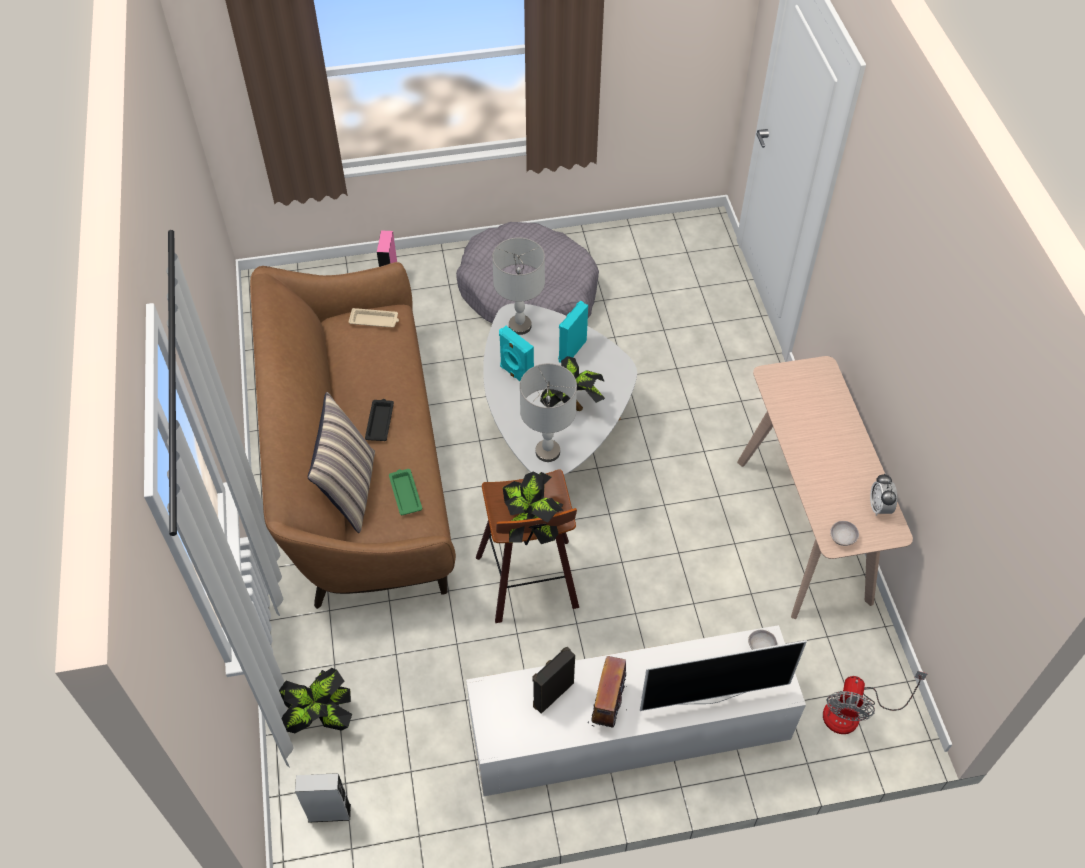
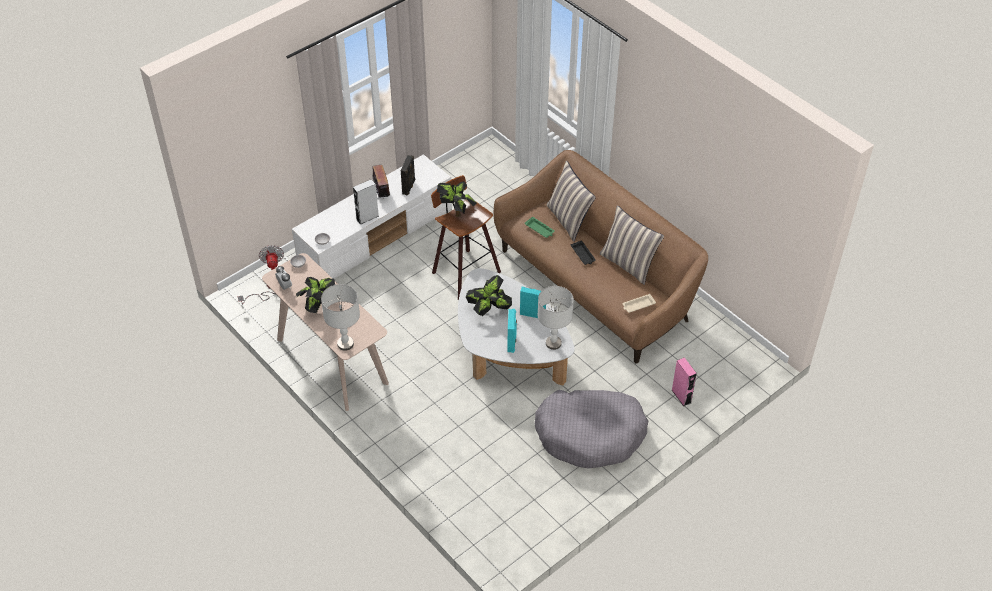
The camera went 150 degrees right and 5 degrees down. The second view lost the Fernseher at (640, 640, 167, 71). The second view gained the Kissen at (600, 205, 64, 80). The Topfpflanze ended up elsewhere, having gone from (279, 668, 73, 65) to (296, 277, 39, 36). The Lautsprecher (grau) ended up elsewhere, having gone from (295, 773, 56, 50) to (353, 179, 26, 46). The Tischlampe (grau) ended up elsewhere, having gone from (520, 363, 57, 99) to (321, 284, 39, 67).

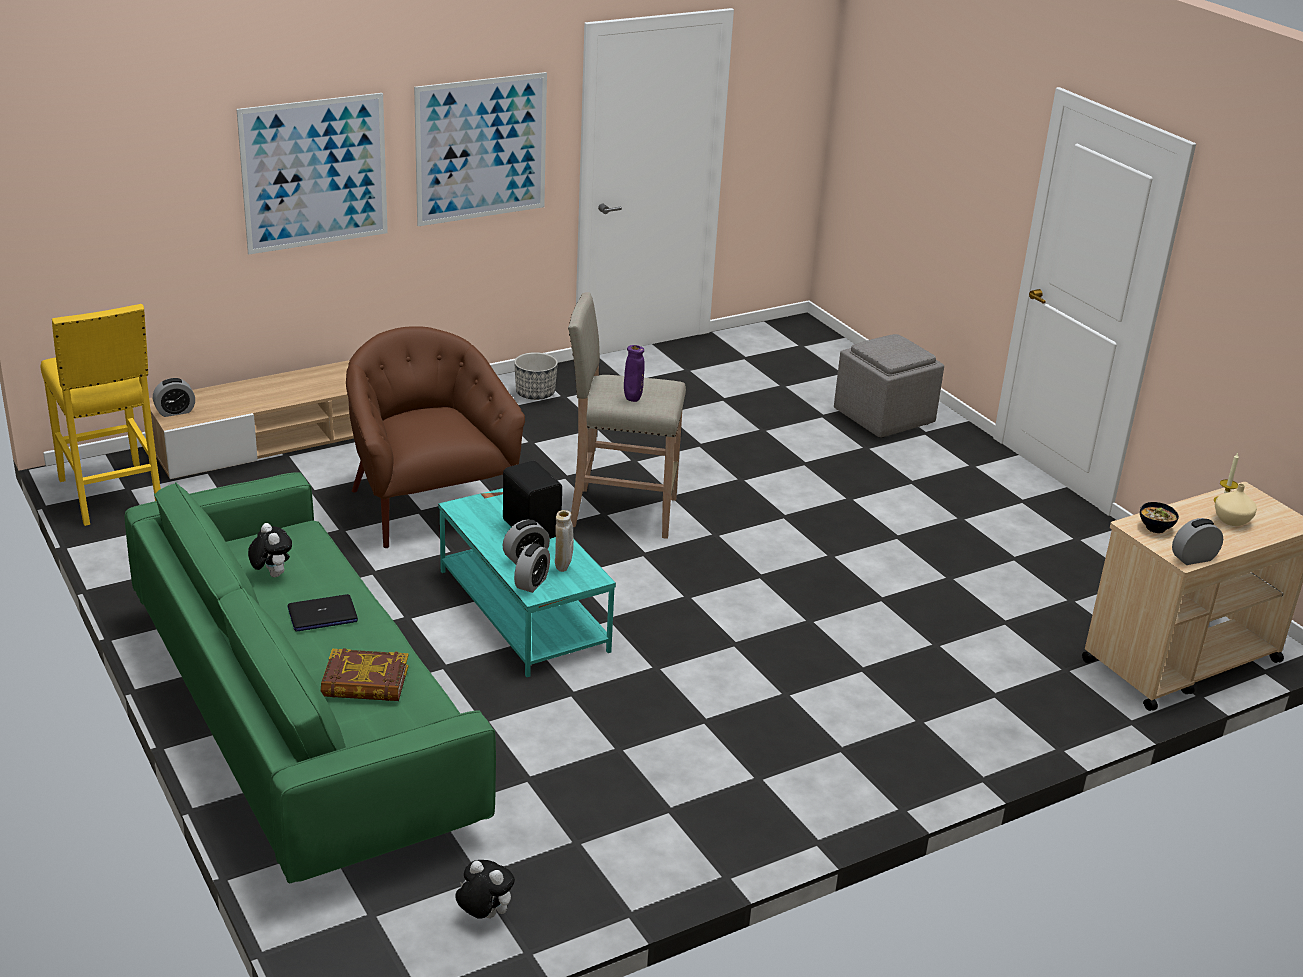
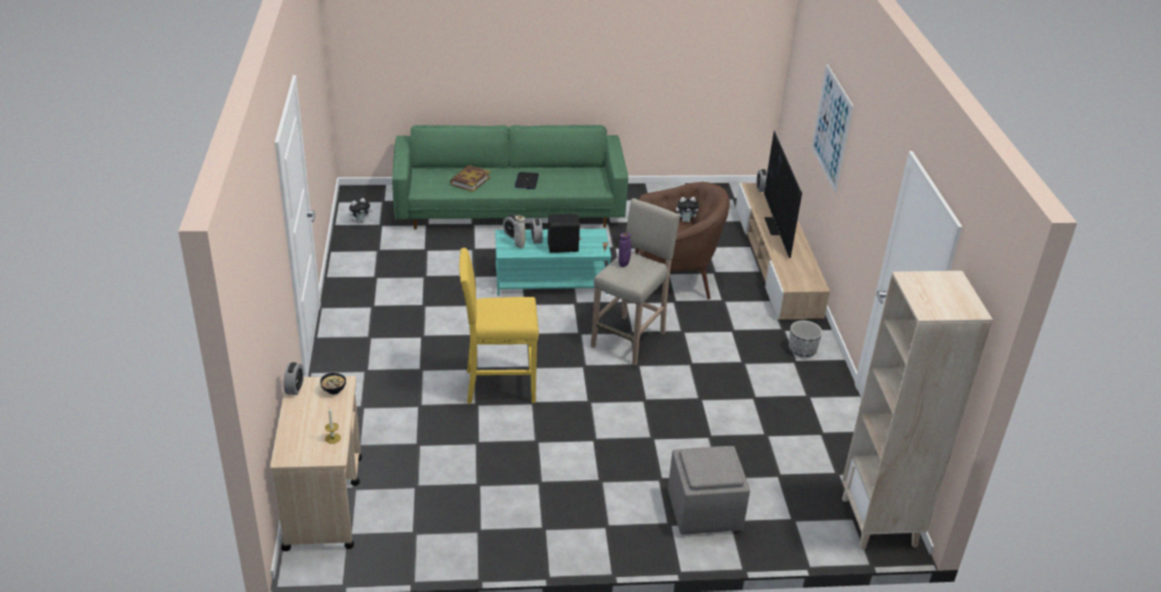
The camera went 115 degrees right and 5 degrees up. The second view lost the Bild at (414, 72, 133, 154). The second view lost the Vase (beige) at (1215, 483, 42, 43). The second view gained the Fernseher at (764, 131, 38, 127). The second view gained the Bücherregal (beige) at (842, 271, 151, 279). The Hocker (gelb) ended up elsewhere, having gone from (41, 304, 120, 222) to (459, 248, 80, 156). The Plüschtier ended up elsewhere, having gone from (248, 523, 44, 54) to (676, 197, 23, 25).

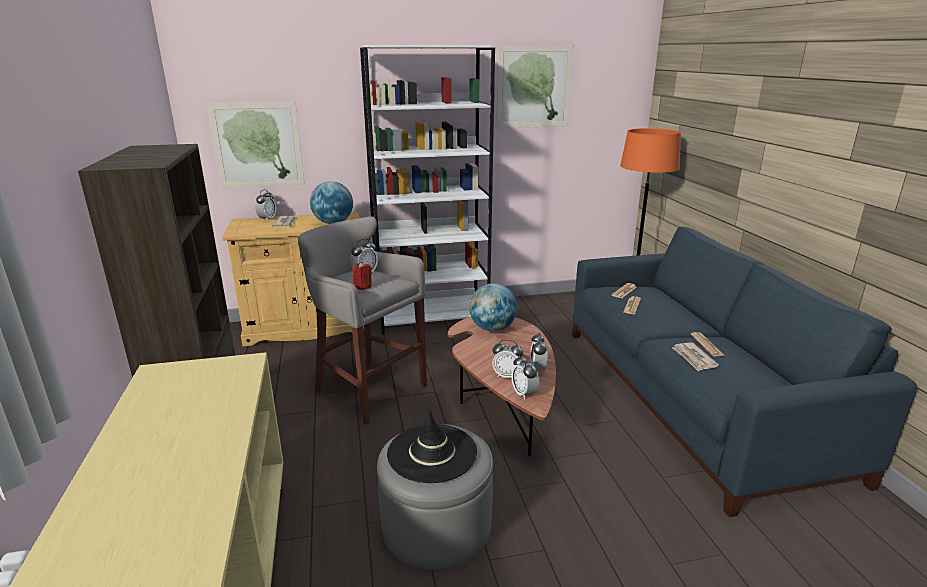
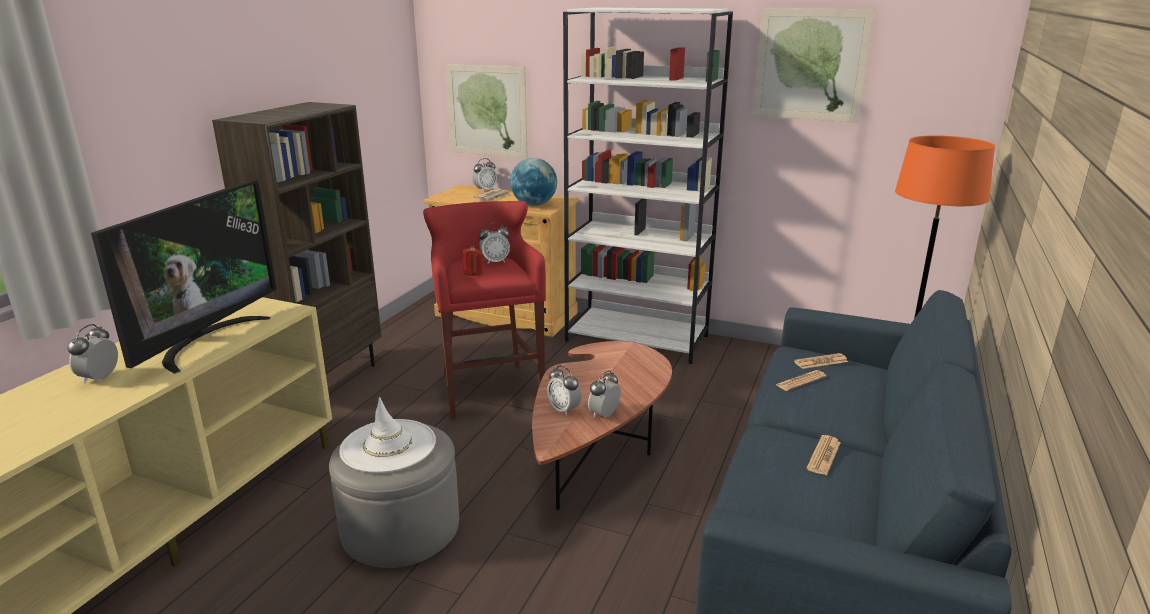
The camera went 35 degrees right and 0 degrees up. The second view lost the Globus at (469, 283, 48, 48). The second view lost the Zeitung at (672, 342, 47, 29). The second view gained the Fernseher at (91, 179, 186, 195). The Wecker ended up elsewhere, having gone from (511, 354, 28, 46) to (67, 324, 51, 60). What was the Hocker (grau) at (298, 216, 129, 208) turned into the Hocker (rot) at (423, 201, 123, 218). What was the Hut (schwarz) at (387, 409, 90, 74) turned into the Hut (weiß) at (339, 397, 97, 76).

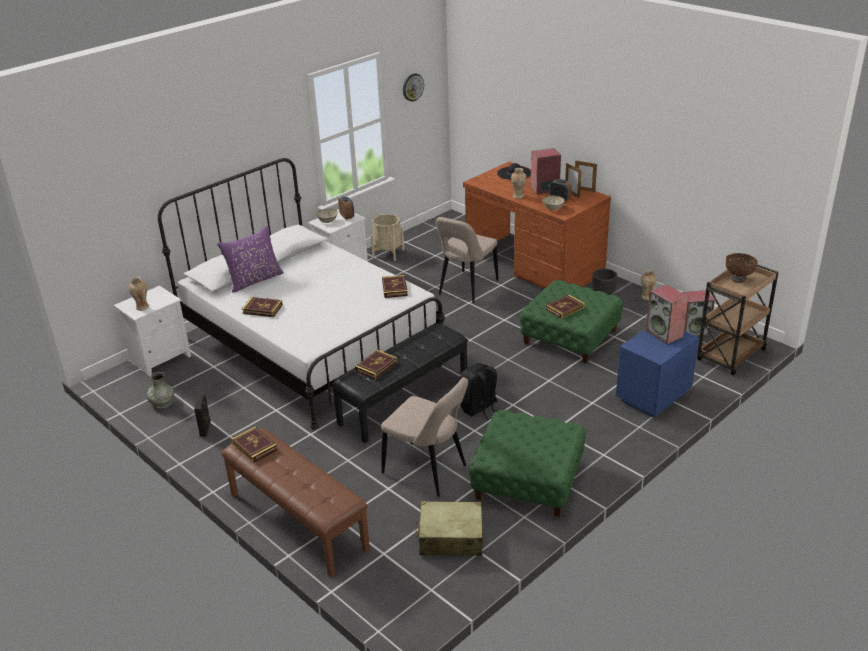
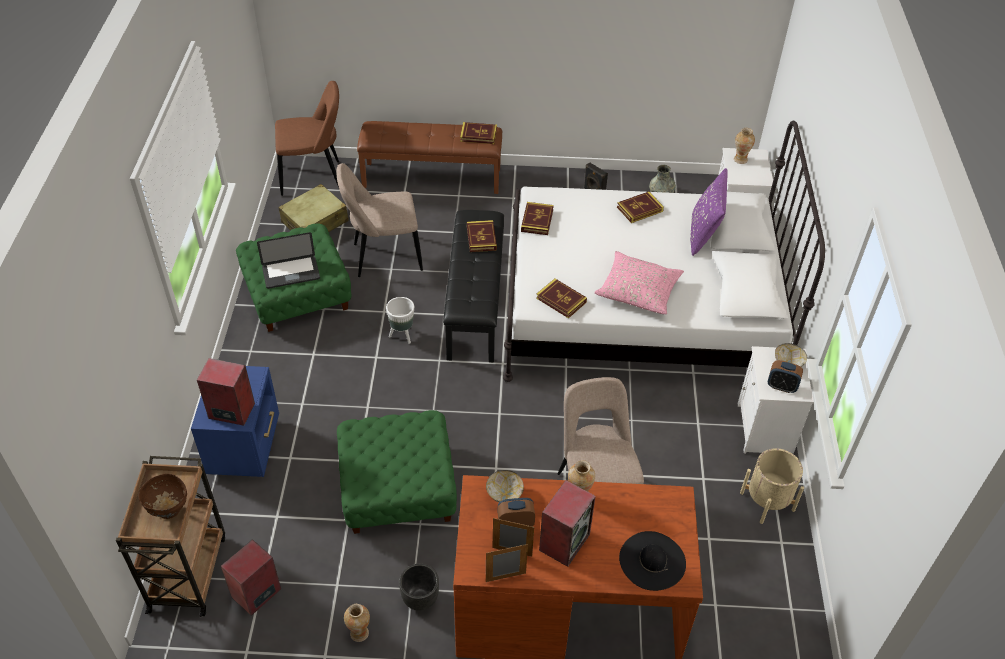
The camera went 135 degrees right and 15 degrees up. The second view lost the Wanduhr at (403, 73, 21, 29). The second view gained the Laptop at (257, 232, 63, 57). The second view gained the Stuhl (braun) at (275, 81, 64, 115). The second view gained the Kissen (rosa) at (594, 251, 90, 64). The Buch ended up elsewhere, having gone from (545, 294, 40, 25) to (521, 202, 33, 33). Where the Rucksack (schwarz) stood at (460, 363, 38, 57), the Pflanzkübel (weiß) came to stand at (386, 297, 28, 47).

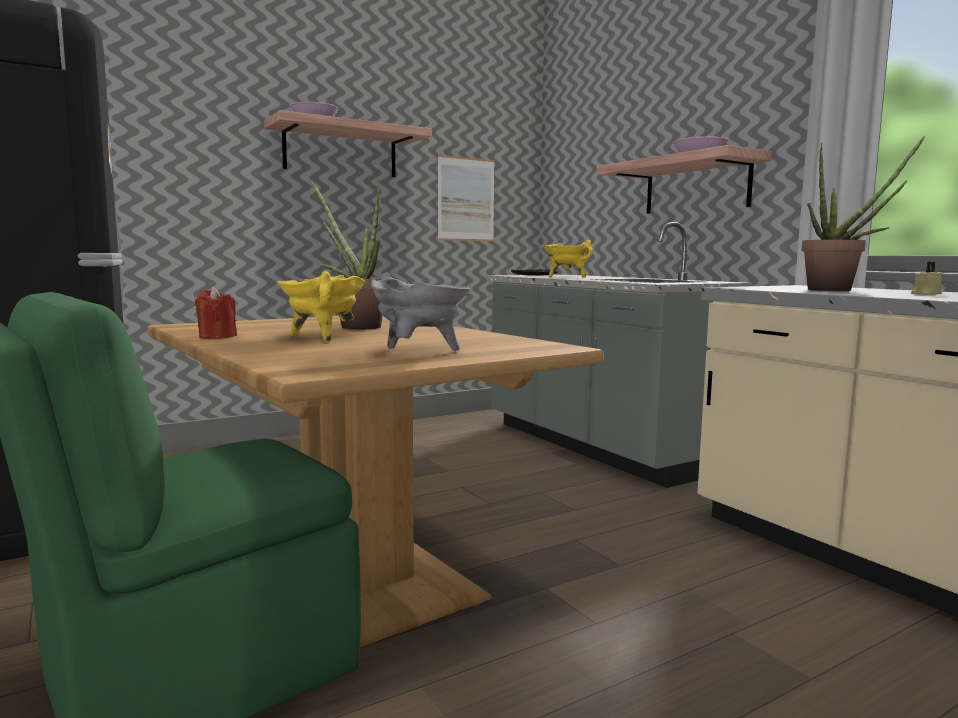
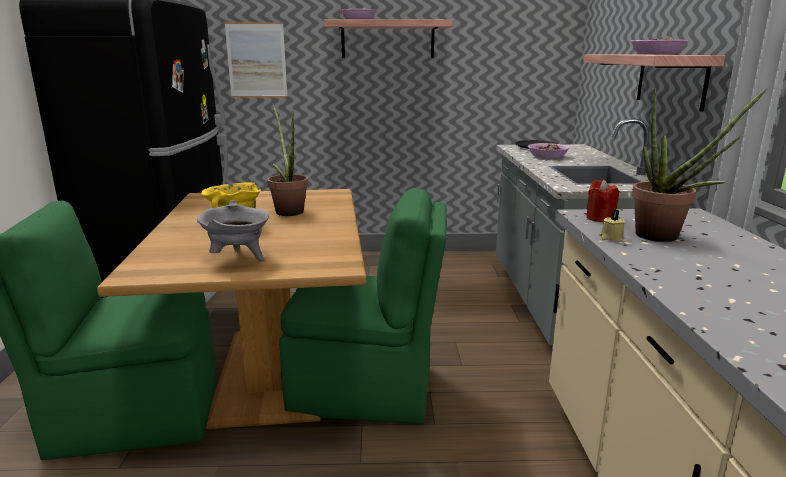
The camera went 30 degrees right and 10 degrees up. The second view gained the Stuhl (grün) at (279, 188, 168, 236). The Kerze (rot) ended up elsewhere, having gone from (195, 286, 42, 53) to (586, 180, 33, 42). The Bild ended up elsewhere, having gone from (438, 155, 57, 86) to (224, 22, 64, 76). The Kerze (beige) ended up elsewhere, having gone from (911, 262, 32, 32) to (600, 210, 25, 31). Where the Kochtopf (gelb) stood at (543, 240, 50, 38), the Schüssel came to stand at (528, 143, 42, 16).

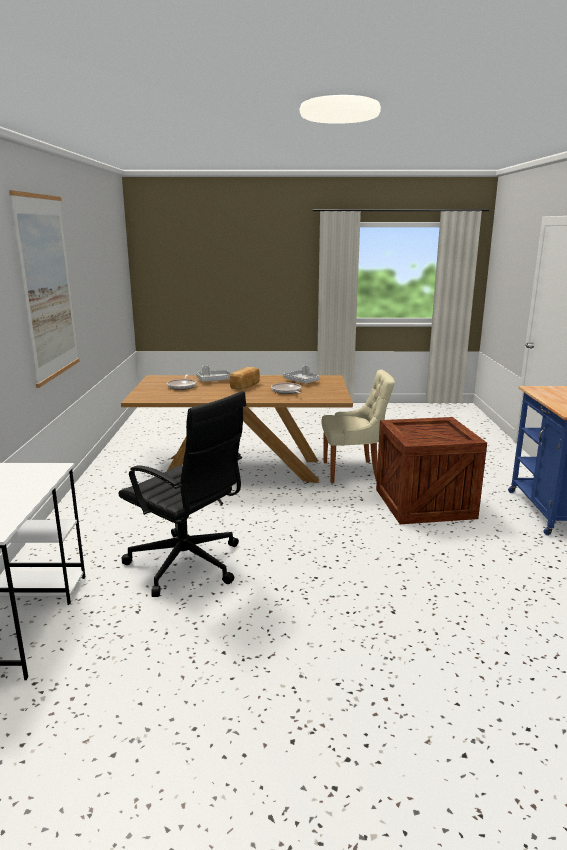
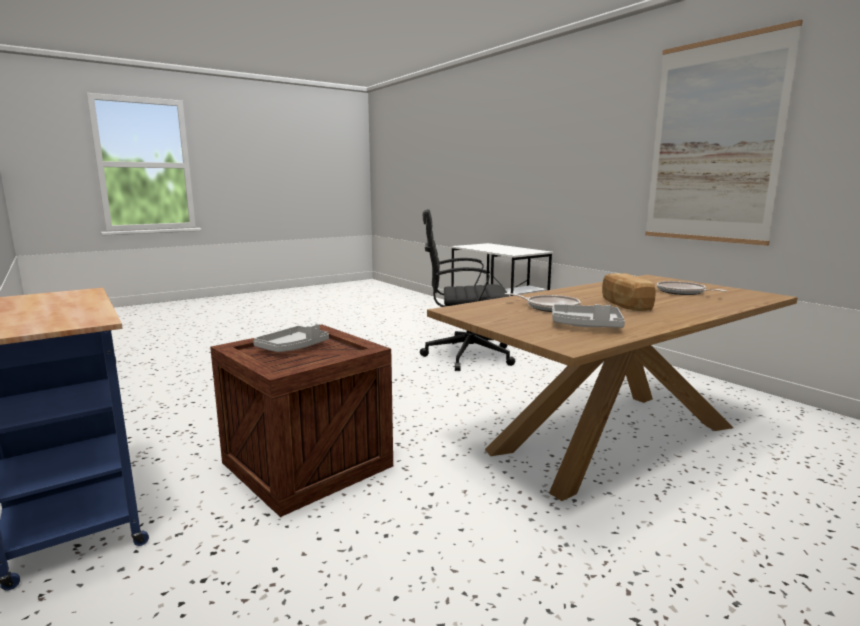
The camera went 145 degrees right and 5 degrees down. The second view lost the Stuhl (beige) at (321, 370, 74, 113). The Tablett (grau) ended up elsewhere, having gone from (196, 365, 35, 17) to (253, 324, 76, 28).

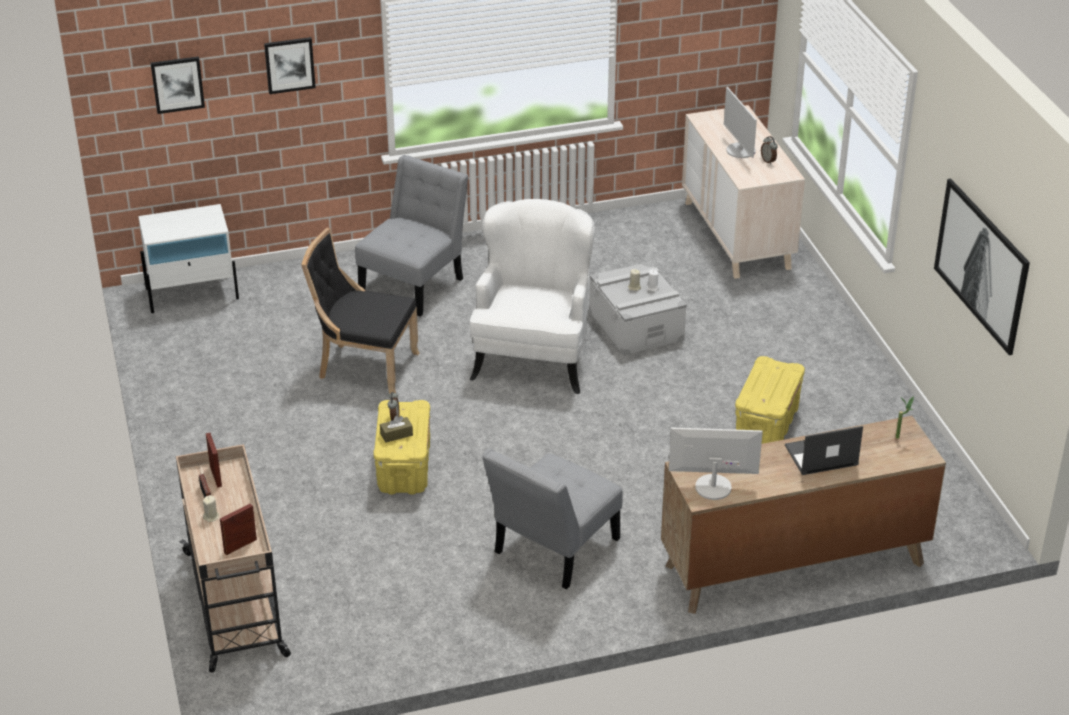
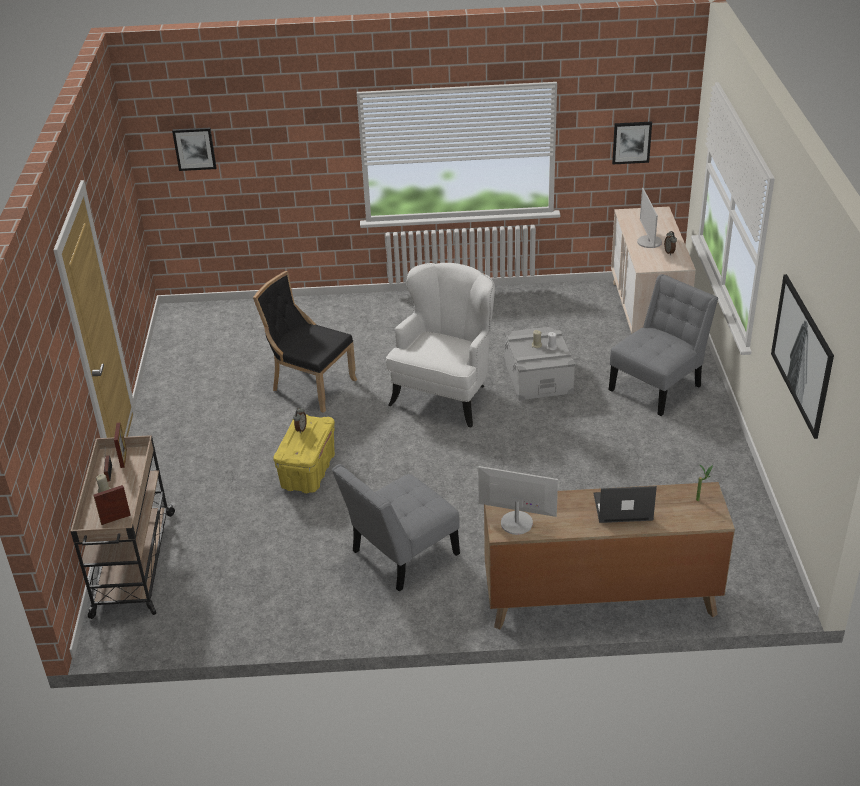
The camera went 15 degrees right and 0 degrees up. The second view lost the Nachttisch (weiß) at (138, 204, 101, 109). The second view lost the Taschentuchbox (braun) at (380, 416, 33, 27). The second view lost the Aufbewahrungsbox (gelb) at (735, 356, 70, 88). The Bild ended up elsewhere, having gone from (264, 37, 52, 57) to (612, 121, 40, 43). The Stuhl (grau) ended up elsewhere, having gone from (355, 155, 113, 162) to (609, 274, 109, 142).

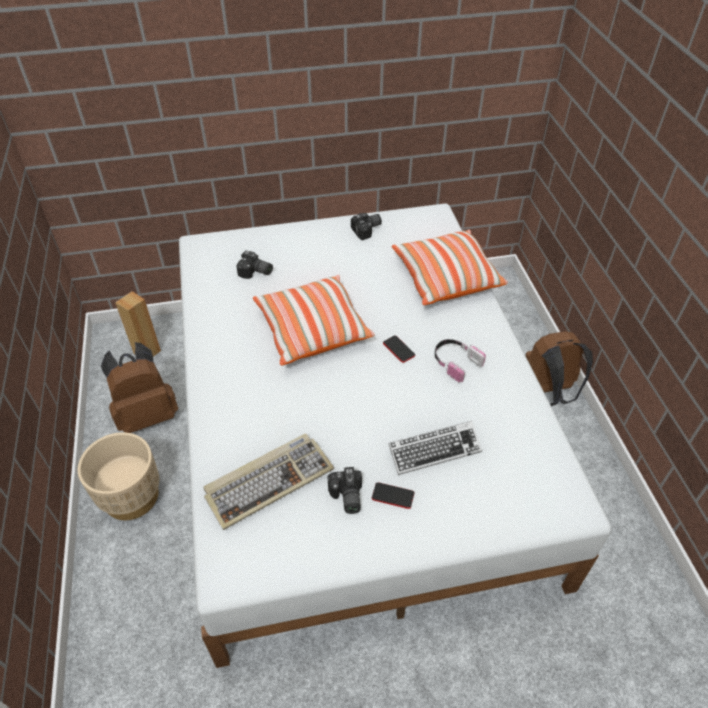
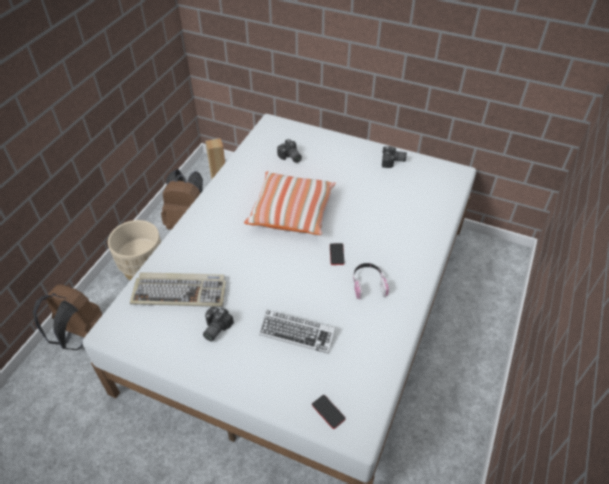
The camera went 35 degrees right and 0 degrees up. The second view lost the Kissen at (392, 229, 116, 76). The Handy ended up elsewhere, having gone from (372, 482, 43, 27) to (312, 395, 34, 34). The Rucksack (braun) ended up elsewhere, having gone from (525, 331, 68, 75) to (33, 284, 70, 66).

